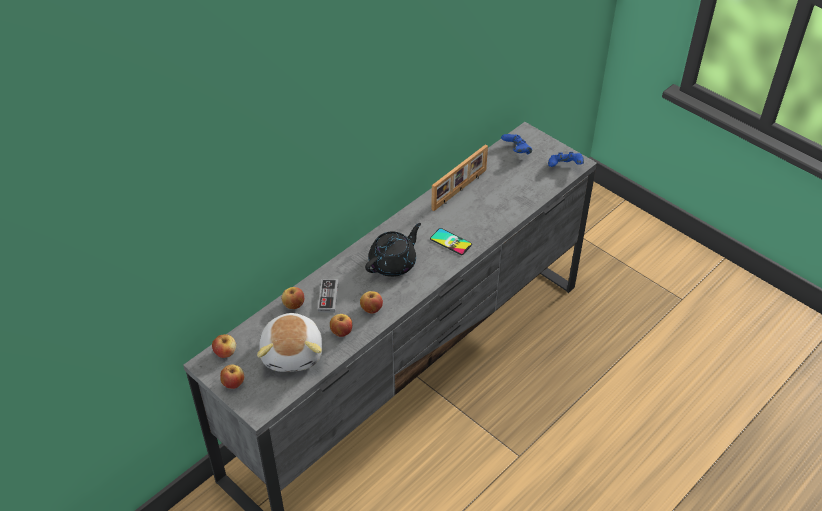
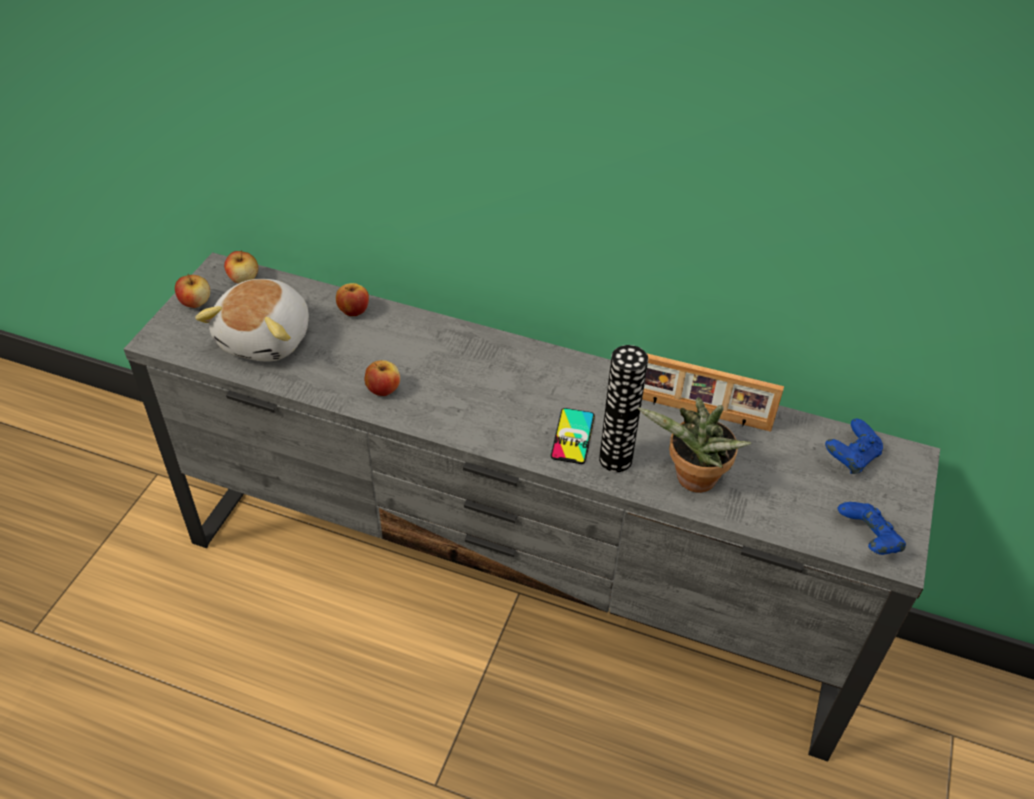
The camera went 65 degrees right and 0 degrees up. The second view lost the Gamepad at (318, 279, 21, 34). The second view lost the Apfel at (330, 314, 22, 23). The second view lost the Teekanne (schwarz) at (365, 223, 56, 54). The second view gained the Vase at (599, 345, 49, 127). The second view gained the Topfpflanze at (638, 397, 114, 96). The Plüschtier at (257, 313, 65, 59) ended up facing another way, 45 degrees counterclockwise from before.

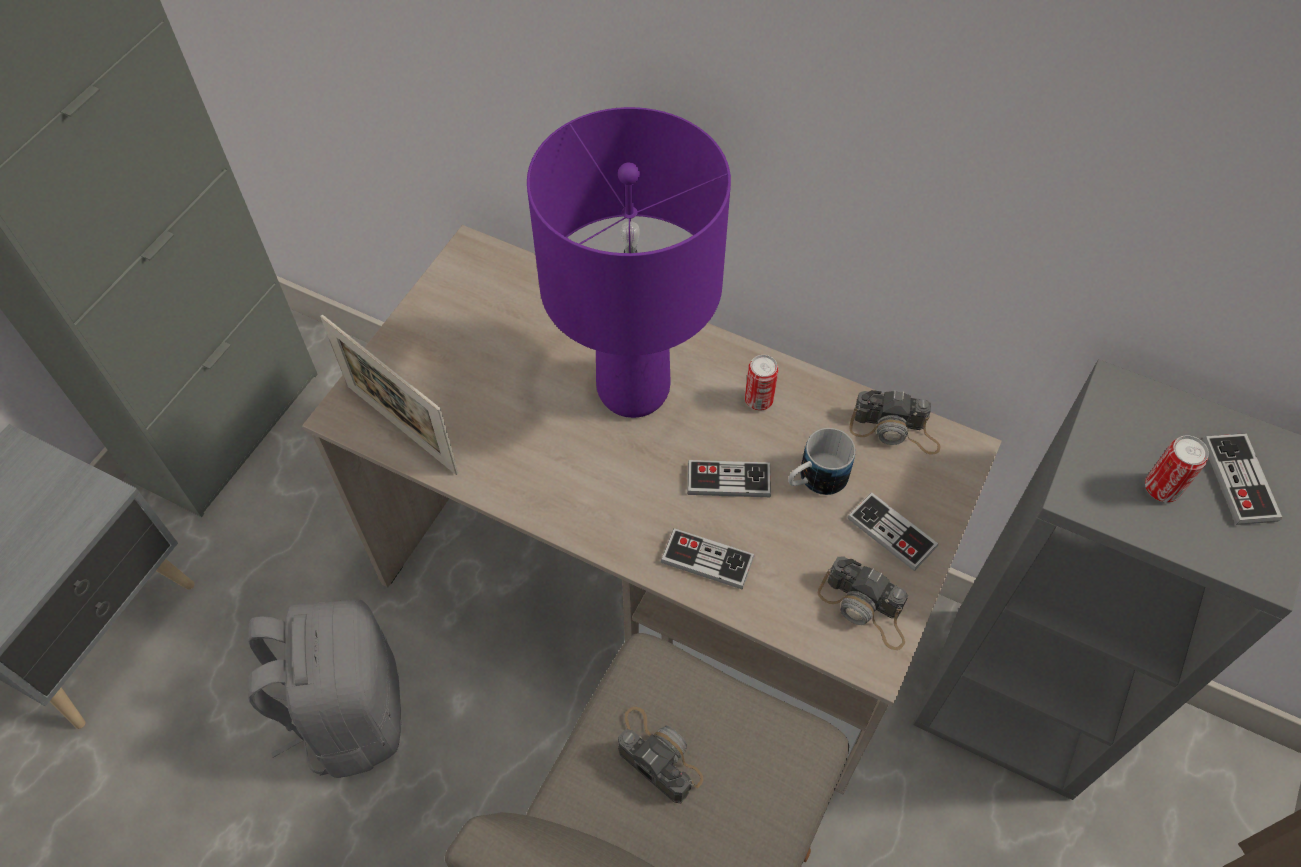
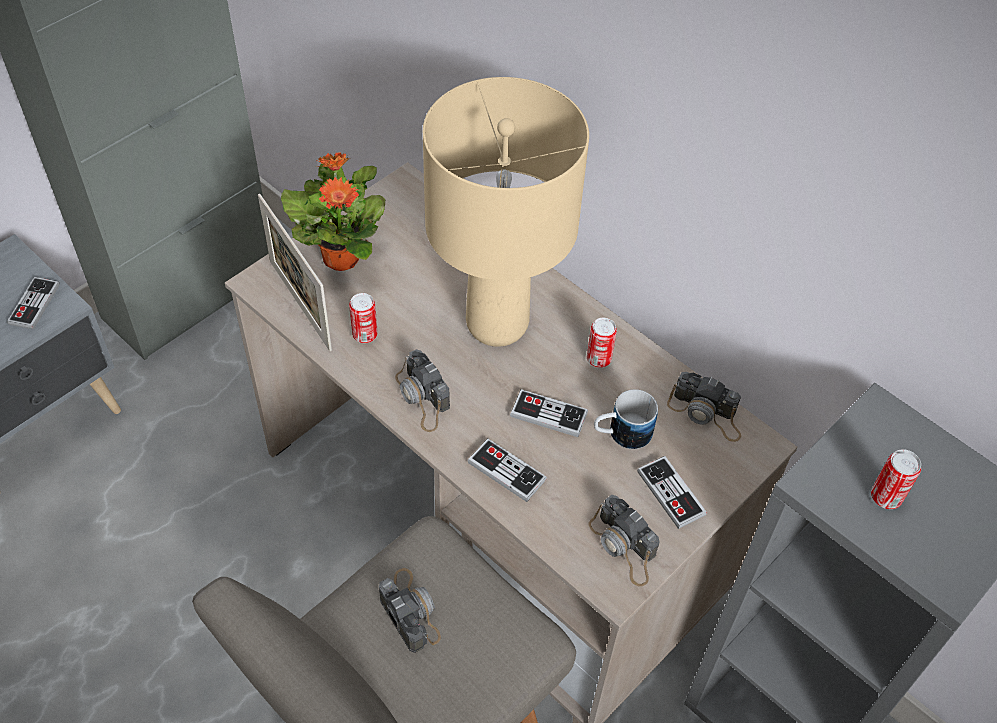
The camera went 15 degrees right and 5 degrees down. The second view lost the Rucksack (grau) at (248, 600, 154, 178). The second view gained the Topfpflanze at (281, 152, 104, 119). The second view gained the Dose at (349, 293, 29, 50). The second view gained the Kamera at (395, 349, 55, 83). The Gamepad ended up elsewhere, having gone from (1202, 433, 80, 92) to (7, 277, 53, 52). What was the Tischlampe (lila) at (527, 107, 204, 311) turned into the Tischlampe (beige) at (423, 77, 166, 270).

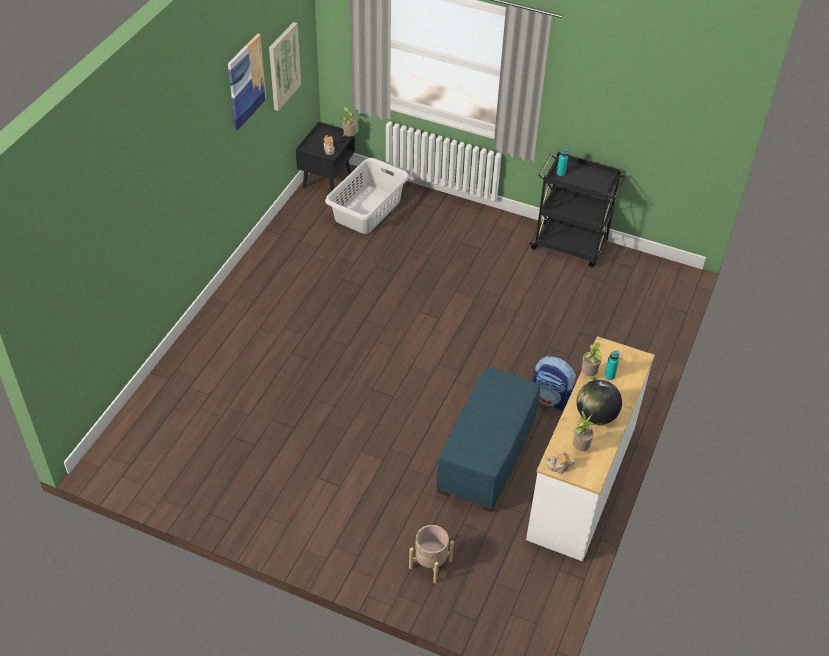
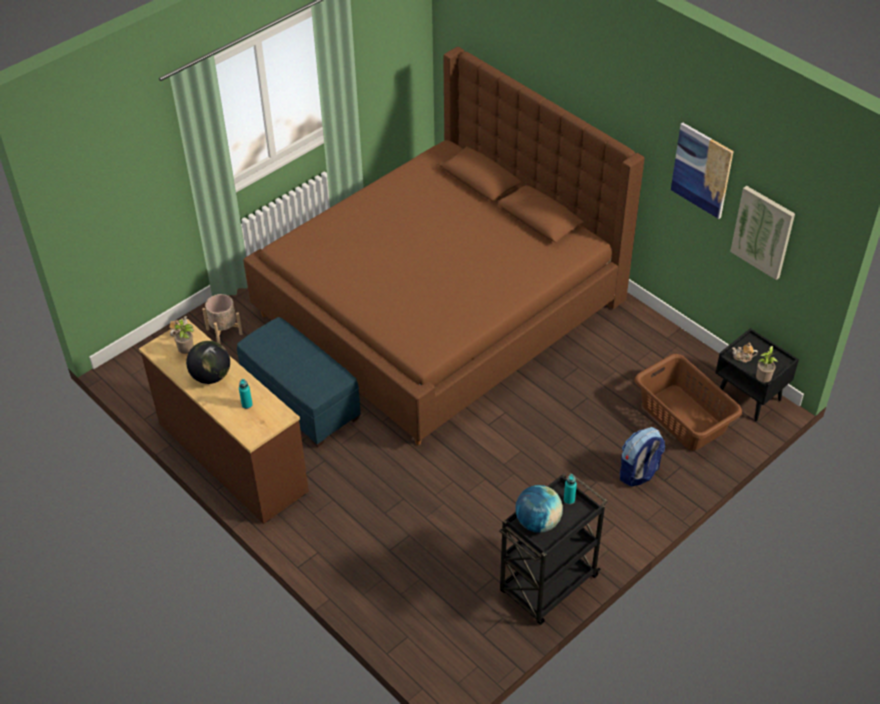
The camera went 115 degrees right and 0 degrees up. The second view lost the Topfpflanze at (582, 343, 20, 37). The second view gained the Bett (braun) at (243, 47, 402, 398). The second view gained the Globus at (515, 485, 48, 48). The Rucksack ended up elsewhere, having gone from (533, 356, 44, 55) to (620, 427, 45, 59). What was the Wäschekorb (grau) at (325, 158, 84, 76) turned into the Wäschekorb (braun) at (634, 354, 108, 97). What was the Kommode (weiß) at (526, 336, 129, 226) turned into the Kommode (braun) at (139, 319, 170, 205).

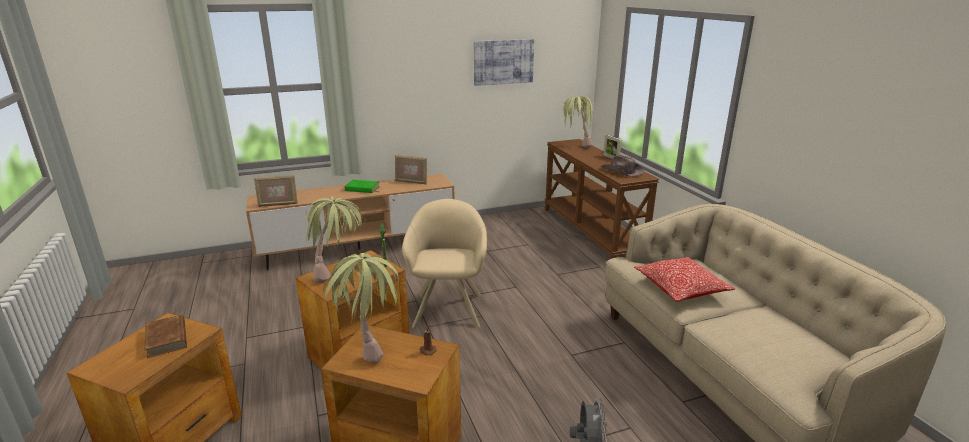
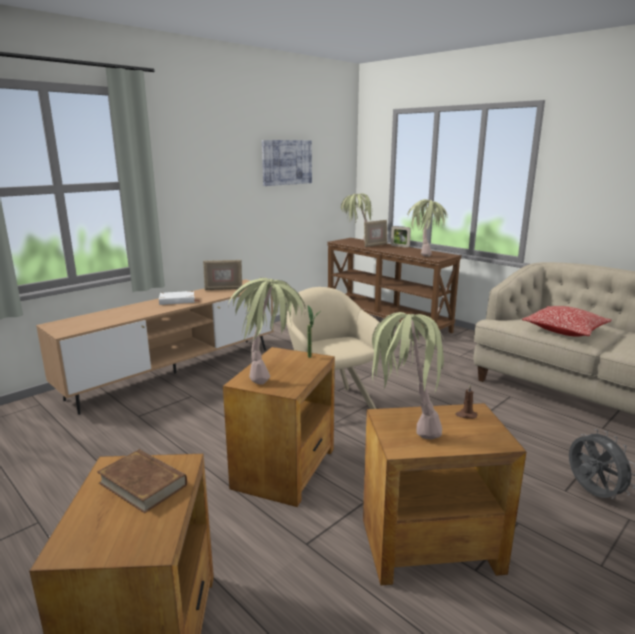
The camera went 25 degrees left and 5 degrees down. The Bilderrahmen ended up elsewhere, having gone from (254, 175, 44, 32) to (364, 220, 23, 27). Where the Hut (braun) stood at (601, 155, 43, 22), the Topfpflanze came to stand at (407, 199, 41, 58). What was the Buch (grün) at (345, 180, 35, 13) turned into the Buch (weiß) at (159, 291, 38, 14).

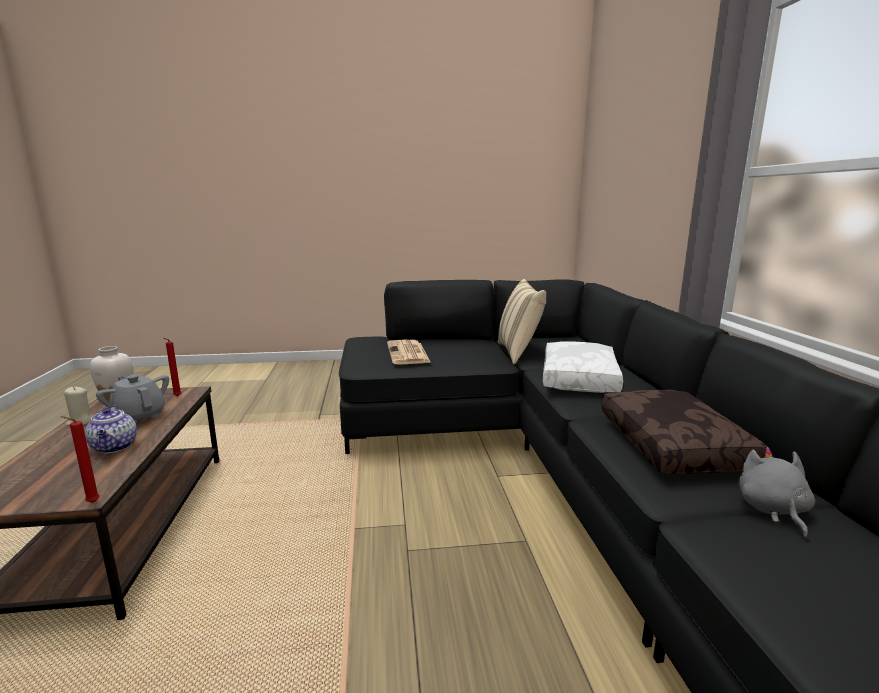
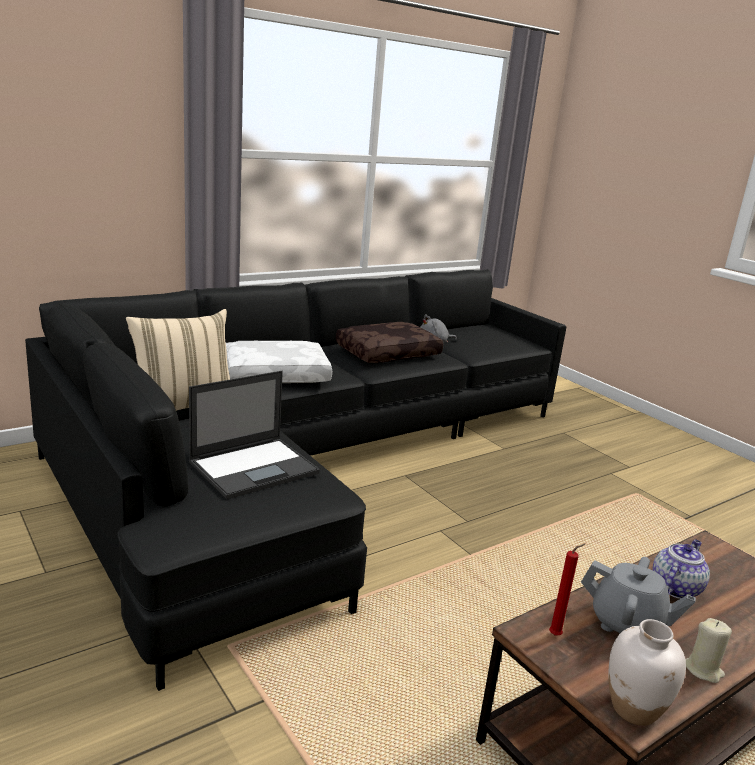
The camera went 120 degrees left and 5 degrees up. The second view lost the Kerze (rot) at (60, 416, 40, 87). Where the Zeitung stood at (387, 339, 44, 26), the Laptop came to stand at (189, 371, 131, 129). The Teekanne (grau) at (96, 375, 73, 48) ended up facing another way, 75 degrees counterclockwise from before.

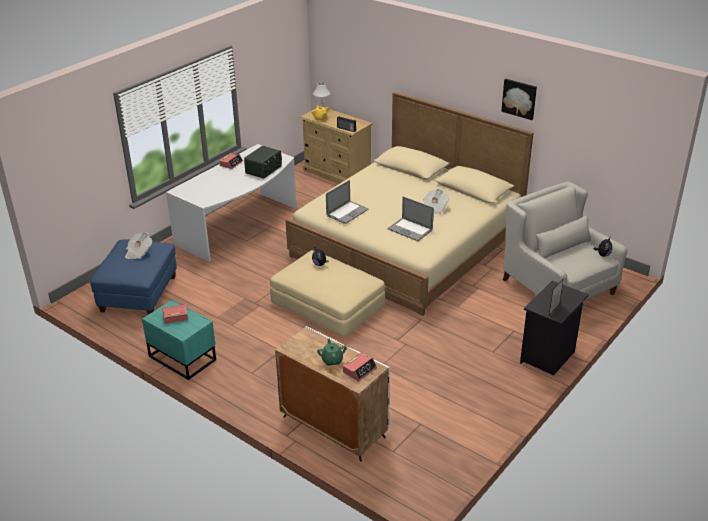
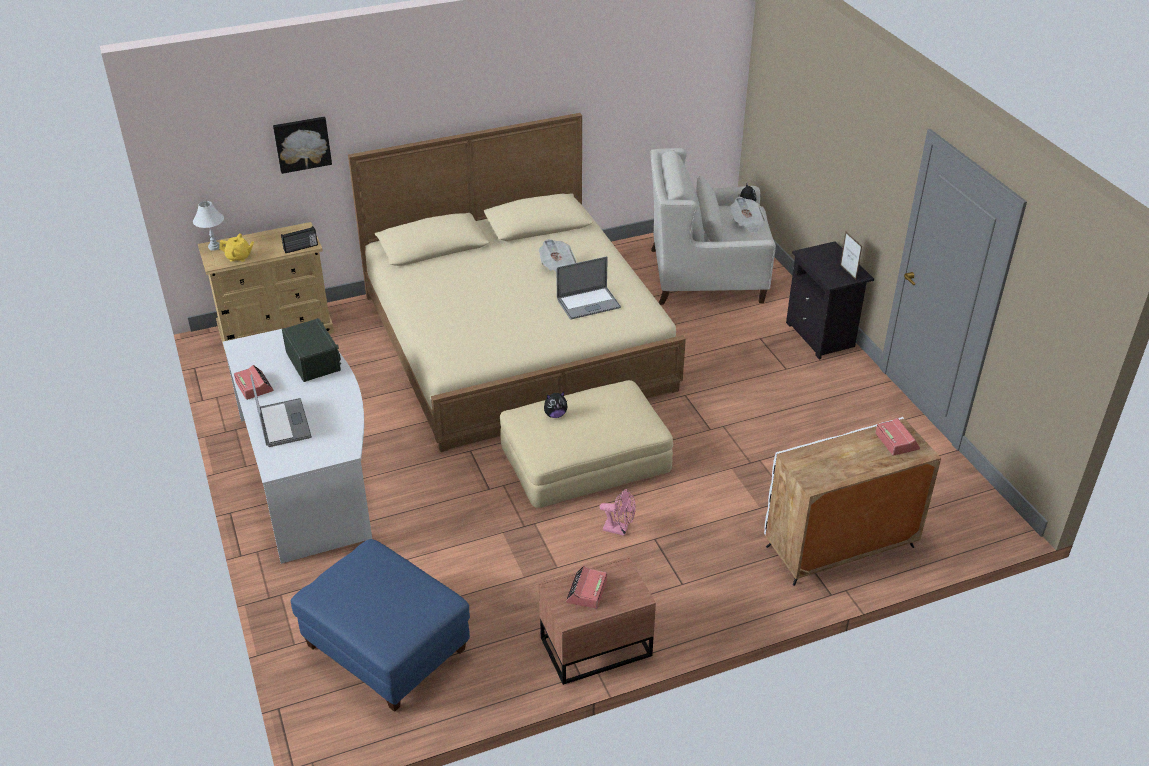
The camera went 60 degrees left and 5 degrees up. The second view lost the Teekanne (grün) at (317, 338, 30, 28). The second view gained the Ventilator (rosa) at (599, 489, 37, 47). The Zeitung ended up elsewhere, having gone from (125, 232, 27, 27) to (731, 197, 35, 37). The Laptop ended up elsewhere, having gone from (326, 180, 43, 44) to (251, 374, 61, 73). The Bild ended up elsewhere, having gone from (501, 79, 36, 41) to (273, 117, 59, 57). What was the Nachttisch (türkis) at (142, 300, 74, 80) turned into the Nachttisch (braun) at (538, 557, 118, 128).

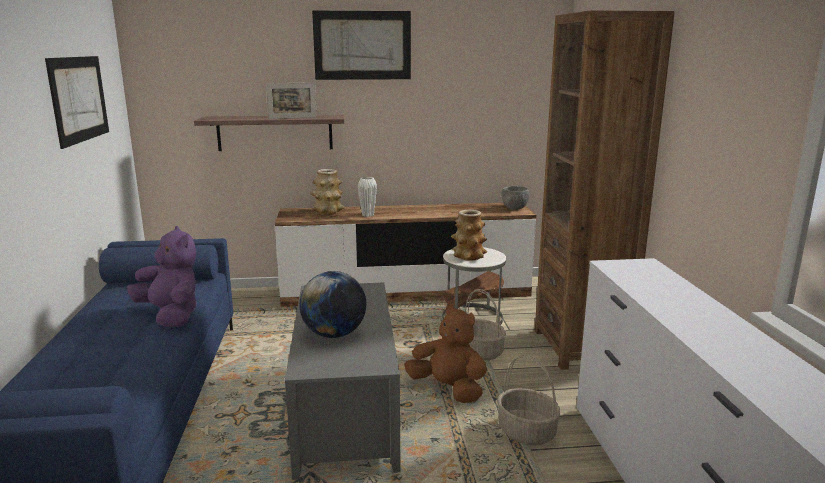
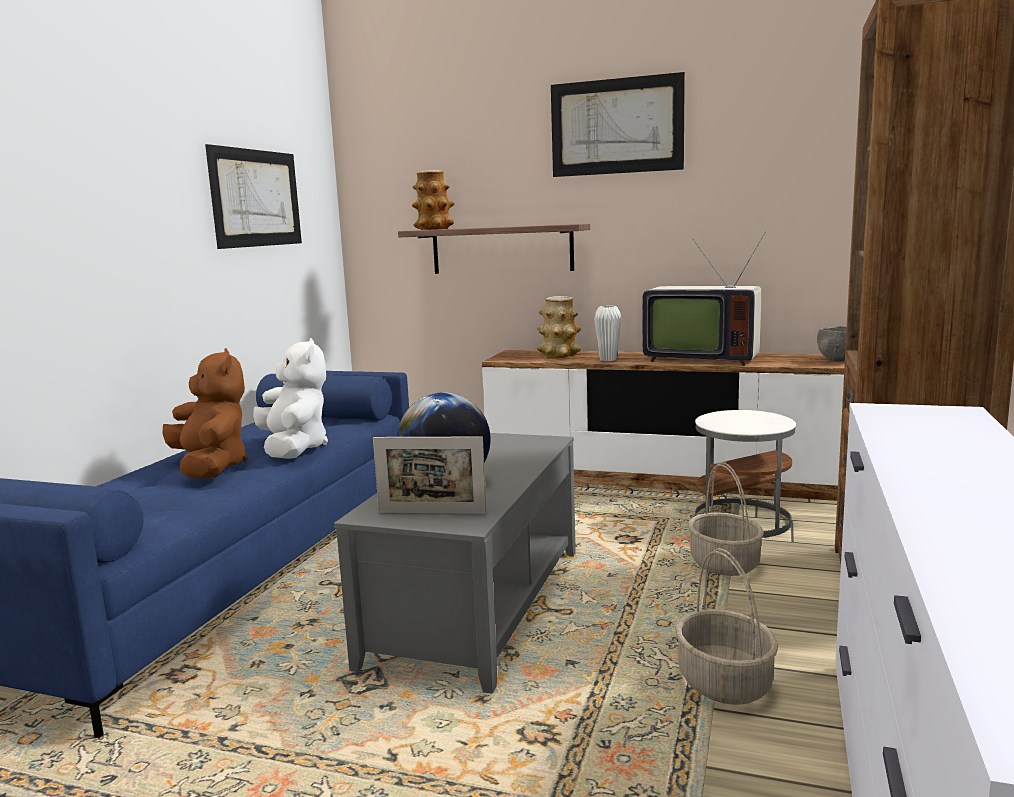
The camera went 25 degrees right and 5 degrees down. The second view gained the Fernseher at (642, 231, 124, 135). The Bilderrahmen ended up elsewhere, having gone from (266, 82, 51, 37) to (373, 437, 113, 77). The Plüschtier (braun) ended up elsewhere, having gone from (404, 304, 83, 99) to (162, 348, 86, 131). The Vase ended up elsewhere, having gone from (451, 210, 36, 51) to (412, 170, 43, 60). What was the Plüschtier (lila) at (127, 226, 70, 101) turned into the Plüschtier (weiß) at (253, 338, 75, 121).

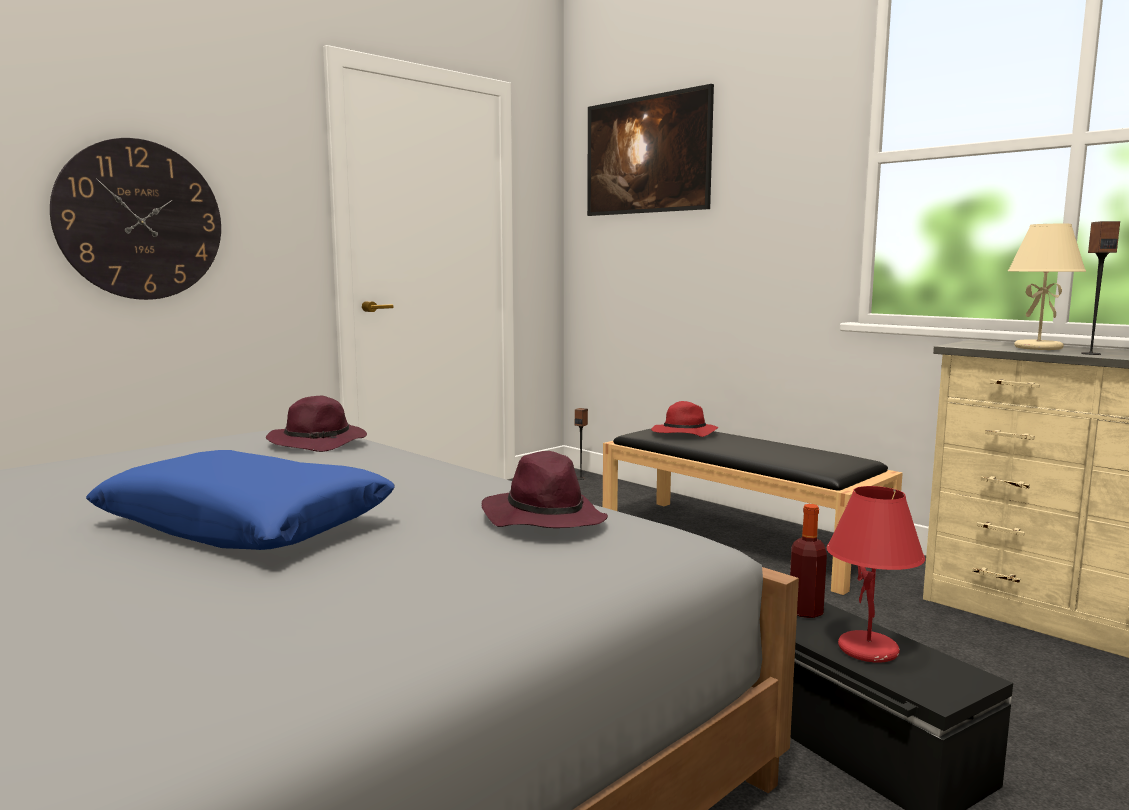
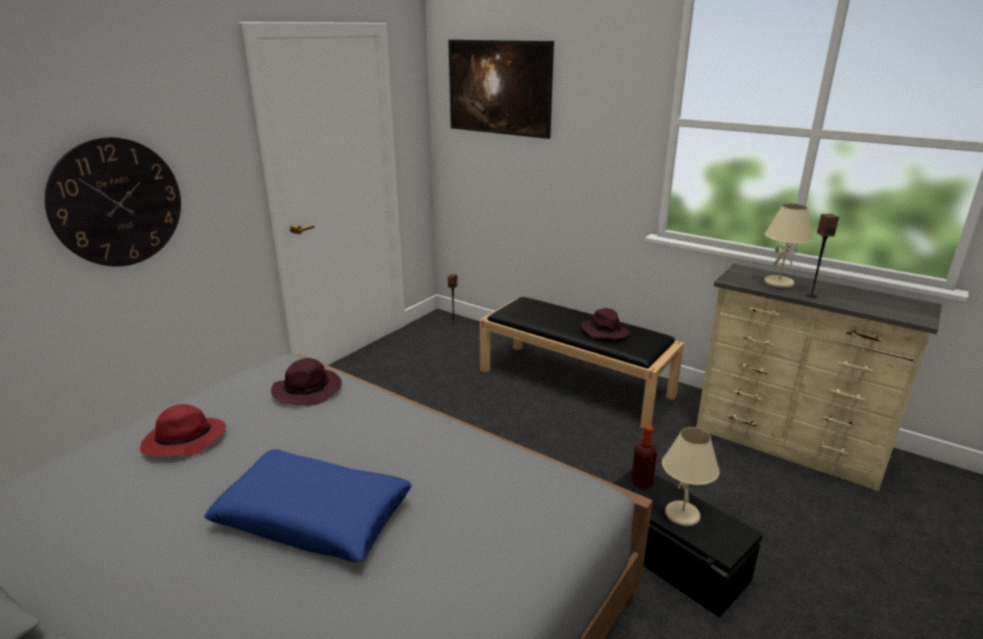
The camera went 10 degrees left and 15 degrees up. The Hut (lila) ended up elsewhere, having gone from (481, 451, 127, 77) to (581, 308, 49, 31). The Hut (rot) ended up elsewhere, having gone from (651, 401, 67, 36) to (140, 404, 86, 53). What was the Tischlampe (rot) at (827, 486, 98, 177) turned into the Tischlampe (beige) at (662, 427, 58, 99).

